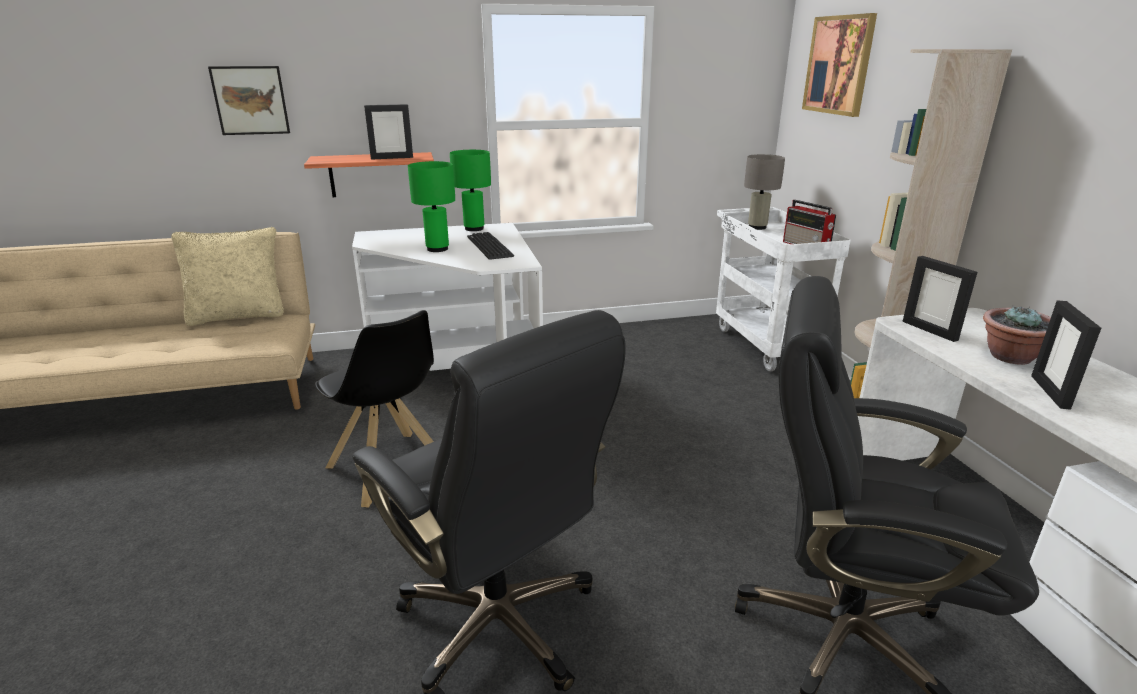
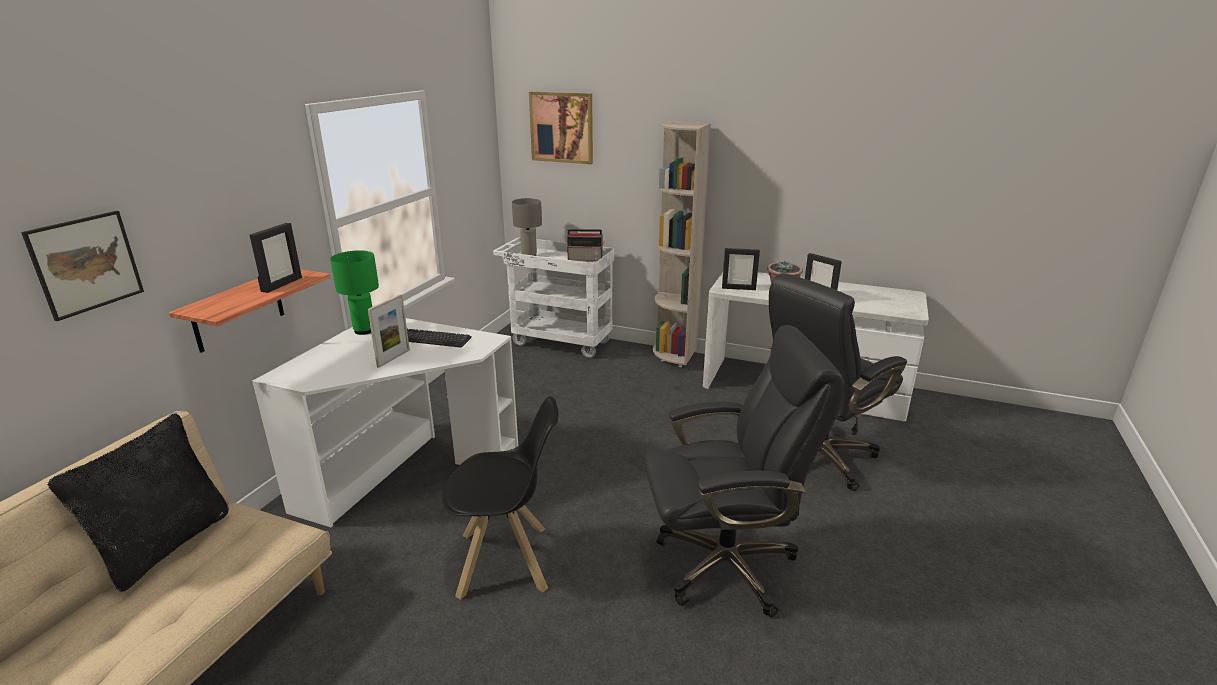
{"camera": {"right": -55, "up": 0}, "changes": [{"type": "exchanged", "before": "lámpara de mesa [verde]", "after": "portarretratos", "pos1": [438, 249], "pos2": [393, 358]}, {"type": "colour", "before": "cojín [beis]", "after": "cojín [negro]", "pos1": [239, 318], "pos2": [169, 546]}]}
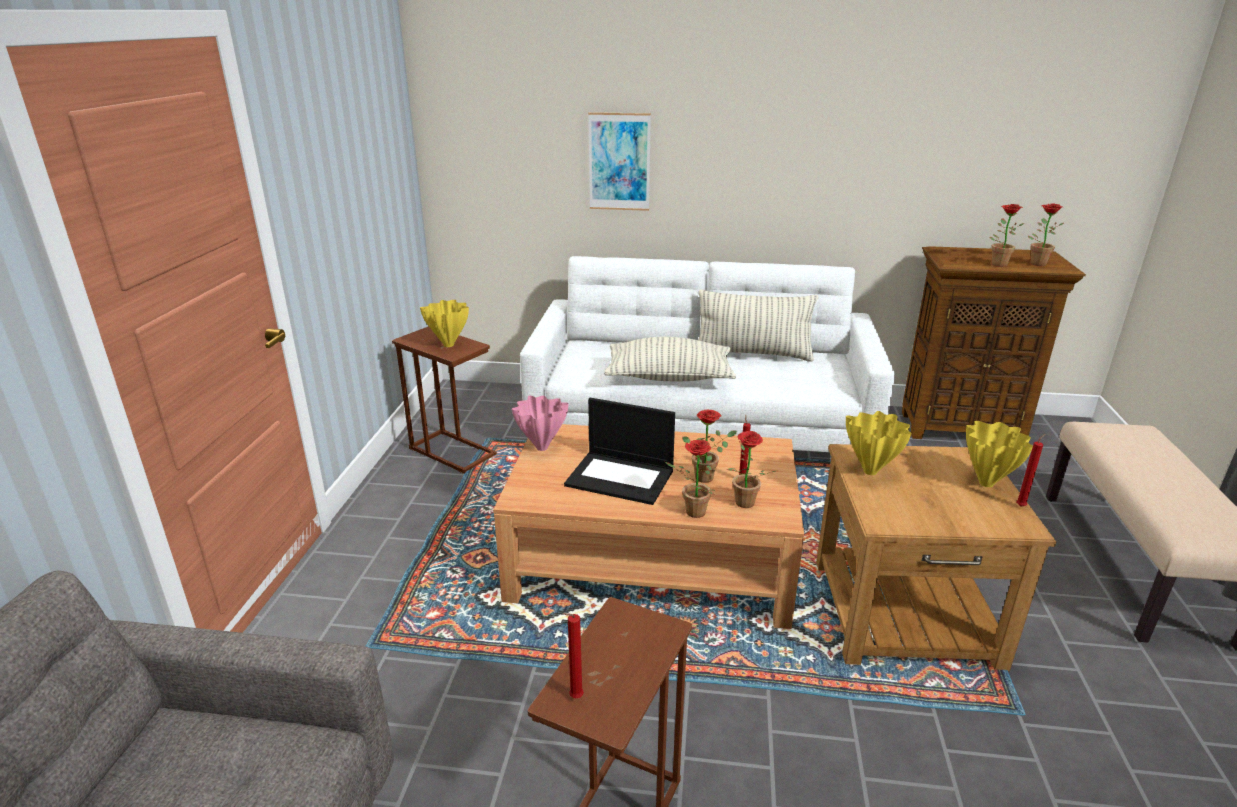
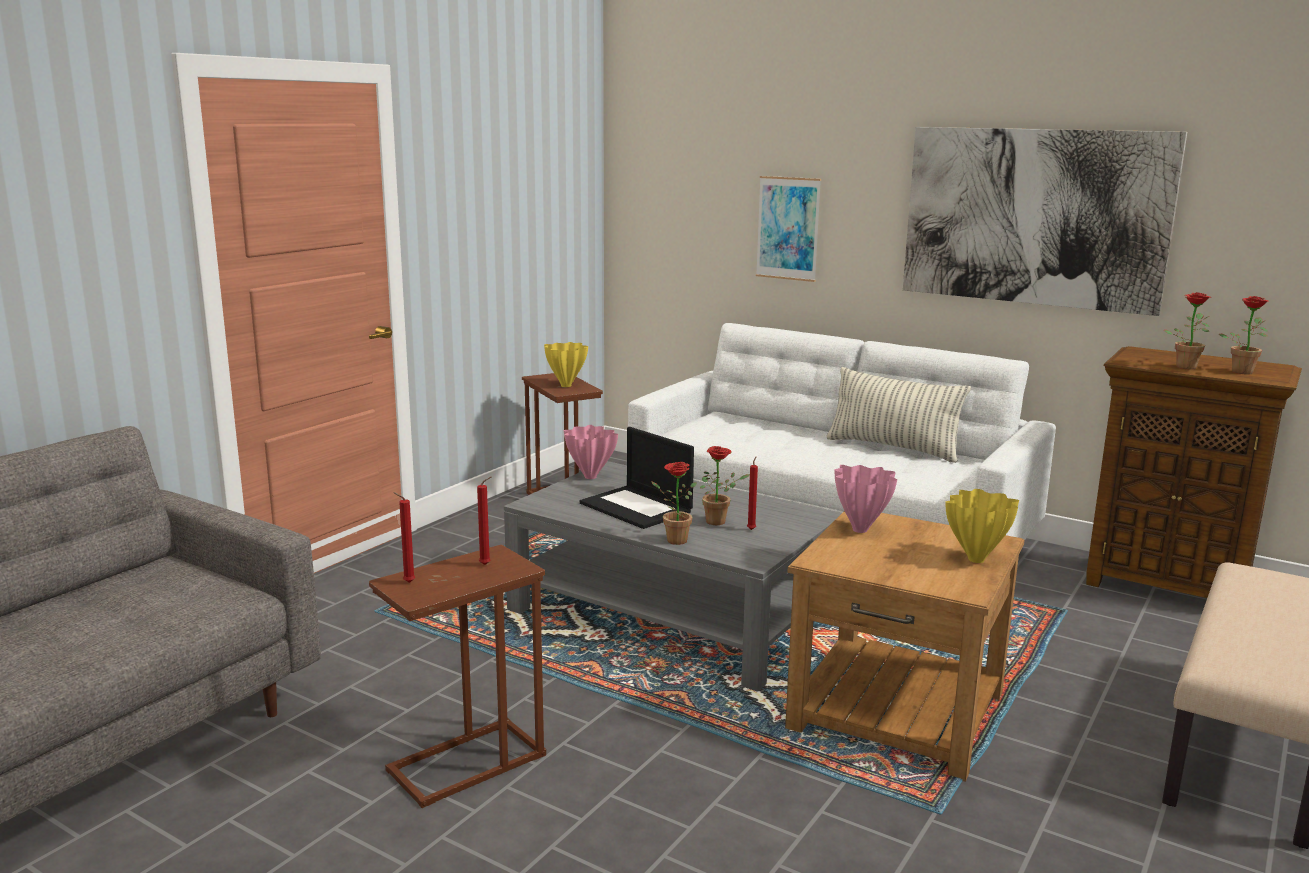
{"camera": {"right": 25, "up": -10}, "changes": [{"type": "missing", "before": "cojín", "pos1": [669, 377]}, {"type": "missing", "before": "planta en maceta", "pos1": [743, 505]}, {"type": "appeared", "after": "cuadro", "pos2": [1034, 217]}, {"type": "relocated", "before": "vela [rojo]", "pos1": [1021, 506], "pos2": [487, 565]}, {"type": "colour", "before": "mesa de centro [marrón]", "after": "mesa de centro [gris]", "pos1": [653, 561], "pos2": [673, 615]}, {"type": "colour", "before": "florero [amarillo]", "after": "florero [rosa]", "pos1": [871, 472], "pos2": [861, 530]}]}
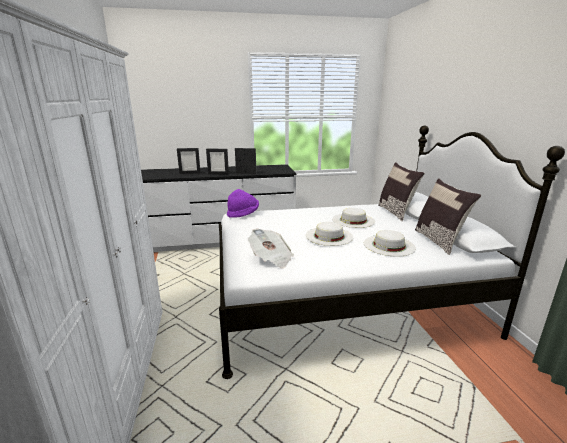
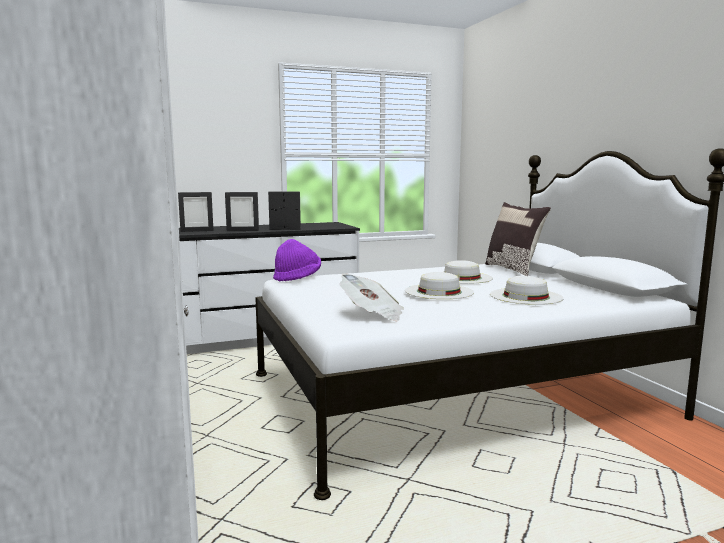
{"camera": {"right": -10, "up": -10}, "changes": [{"type": "missing", "before": "cojín", "pos1": [438, 241]}]}
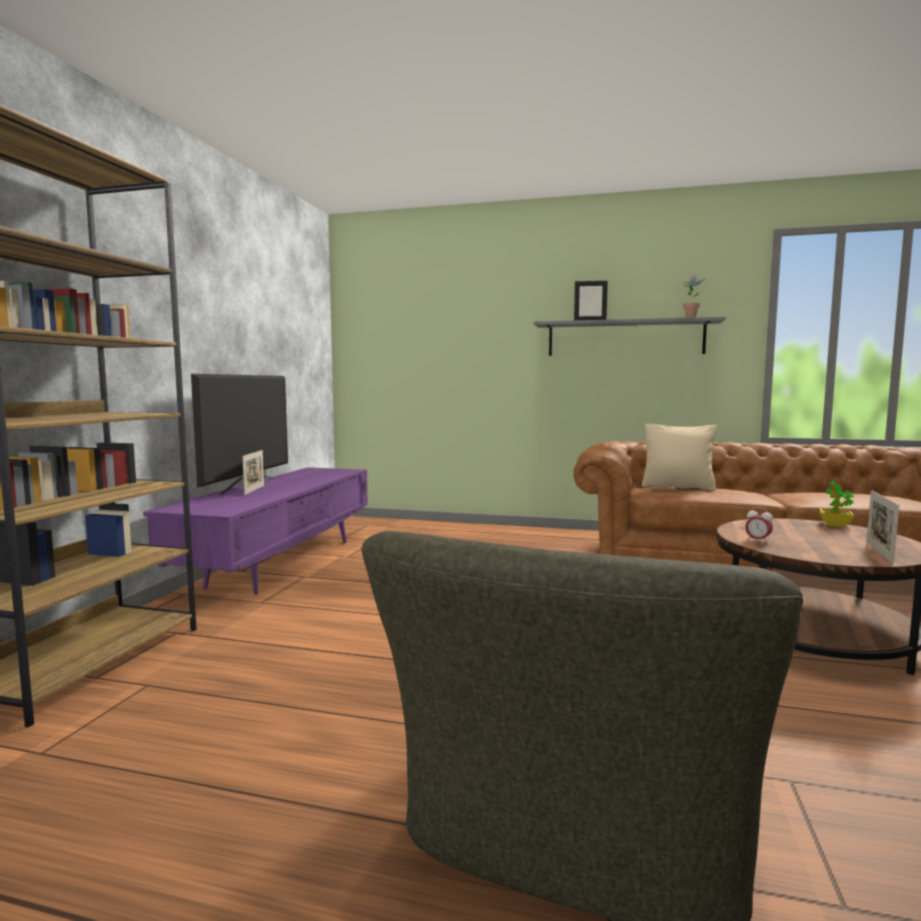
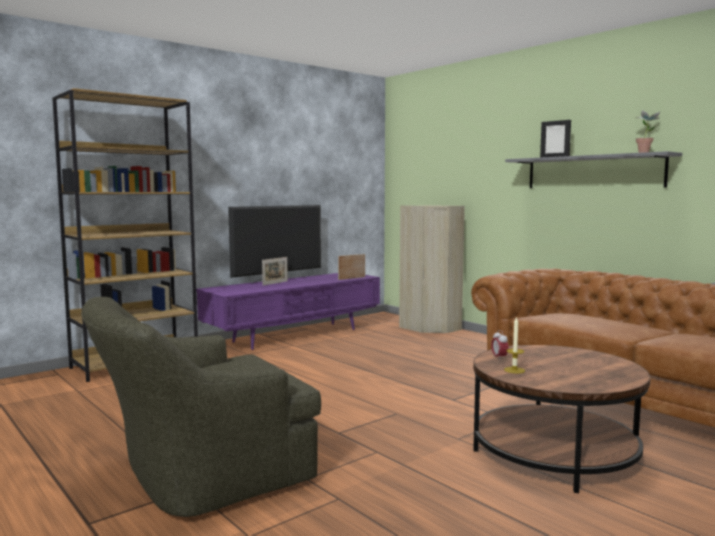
{"camera": {"right": 35, "up": 0}, "changes": [{"type": "missing", "before": "cojín [beis]", "pos1": [677, 487]}, {"type": "missing", "before": "planta en maceta", "pos1": [835, 525]}, {"type": "appeared", "after": "armario [beis]", "pos2": [430, 328]}, {"type": "appeared", "after": "vela", "pos2": [514, 370]}, {"type": "relocated", "before": "portarretratos", "pos1": [879, 552], "pos2": [351, 278]}]}
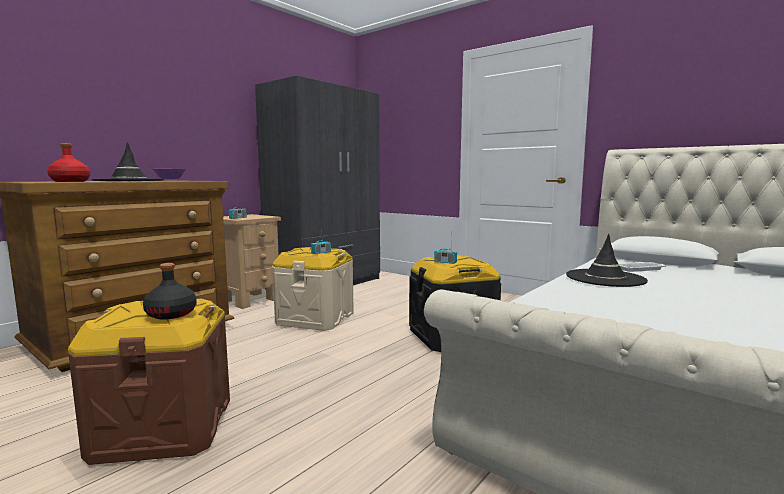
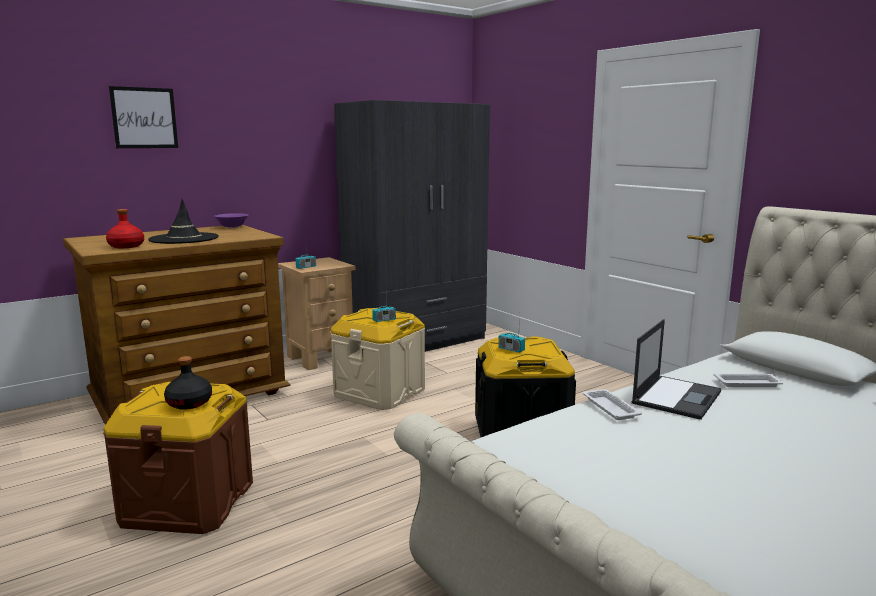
{"camera": {"right": 15, "up": 5}, "changes": [{"type": "appeared", "after": "cuadro", "pos2": [144, 118]}, {"type": "appeared", "after": "bandeja [blanco]", "pos2": [609, 407]}, {"type": "exchanged", "before": "sombrero [negro]", "after": "portátil", "pos1": [605, 278], "pos2": [676, 397]}]}
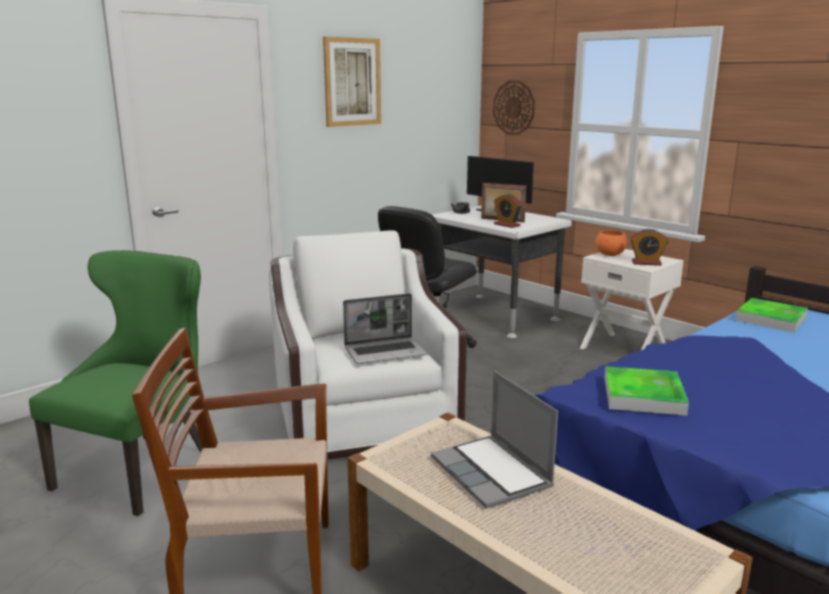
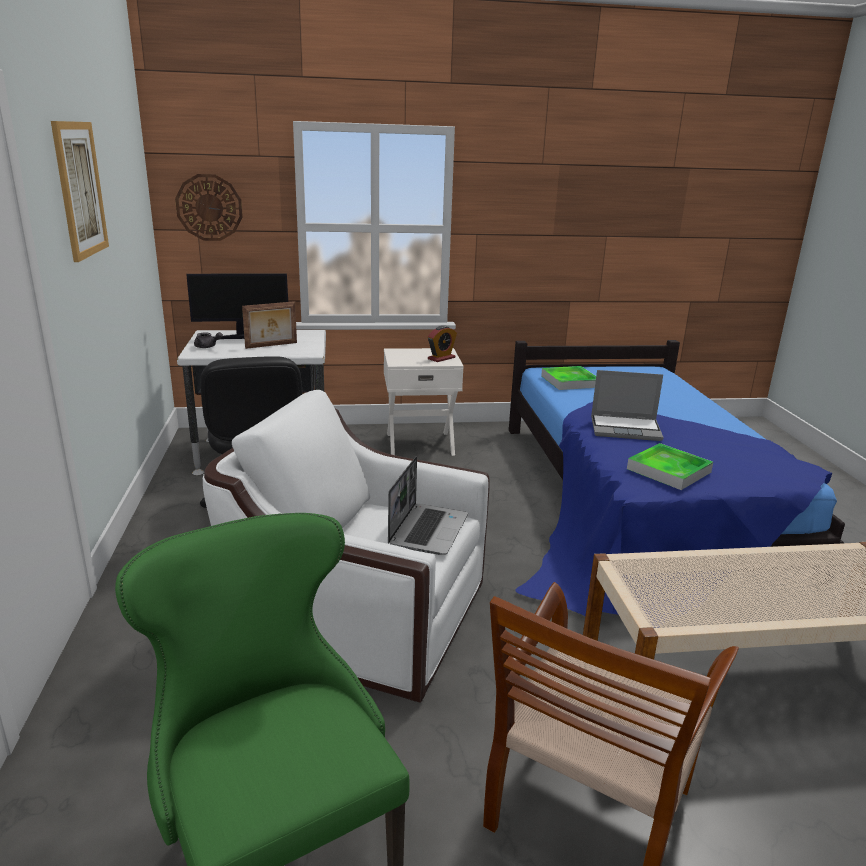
{"camera": {"right": -55, "up": 5}, "changes": [{"type": "missing", "before": "despertador", "pos1": [507, 225]}, {"type": "missing", "before": "cuenco [naranja]", "pos1": [610, 255]}, {"type": "relocated", "before": "portátil", "pos1": [493, 473], "pos2": [626, 429]}]}
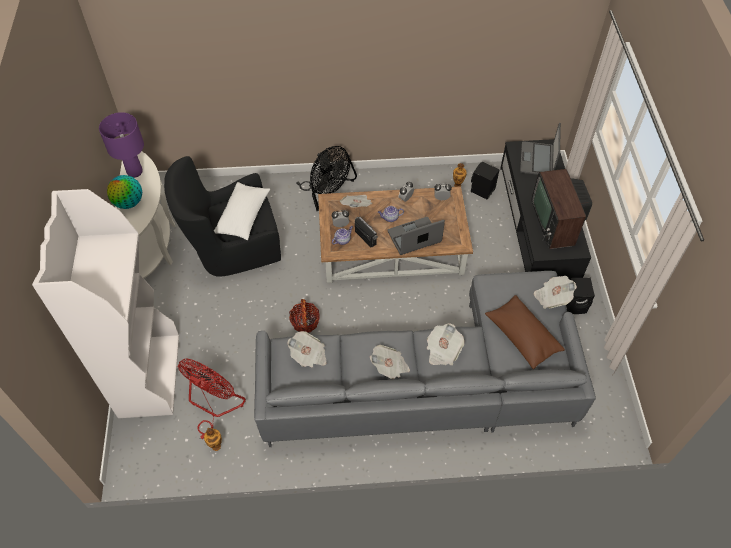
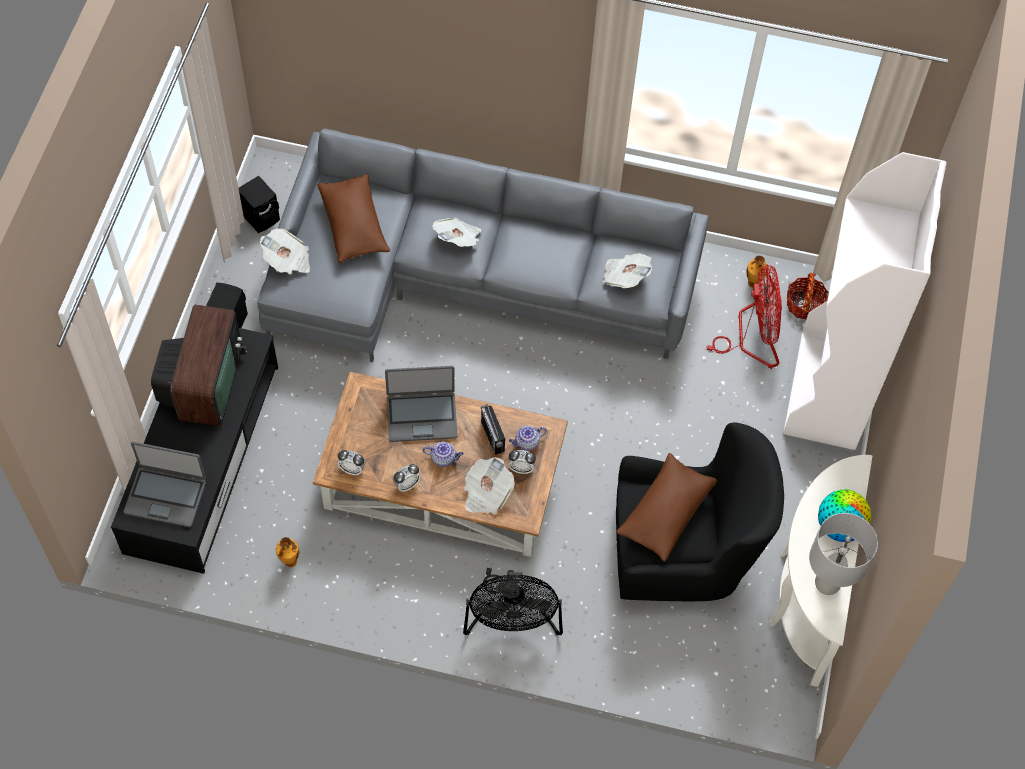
{"camera": {"right": -165, "up": 5}, "changes": [{"type": "missing", "before": "periódico", "pos1": [390, 367]}, {"type": "relocated", "before": "cesta", "pos1": [305, 322], "pos2": [804, 304]}, {"type": "relocated", "before": "altavoz [negro]", "pos1": [482, 190], "pos2": [262, 217]}, {"type": "colour", "before": "lámpara de mesa [morado]", "after": "lámpara de mesa [gris]", "pos1": [134, 172], "pos2": [827, 583]}, {"type": "colour", "before": "cojín [blanco]", "after": "cojín [marrón]", "pos1": [243, 217], "pos2": [665, 513]}, {"type": "spun", "before": "ventilador [rojo]", "pos1": [210, 403], "pos2": [752, 334], "turn": -135}, {"type": "spun", "before": "ventilador [negro]", "pos1": [326, 191], "pos2": [509, 616], "turn": -150}, {"type": "spun", "before": "portátil", "pos1": [537, 159], "pos2": [166, 496], "turn": 75}]}
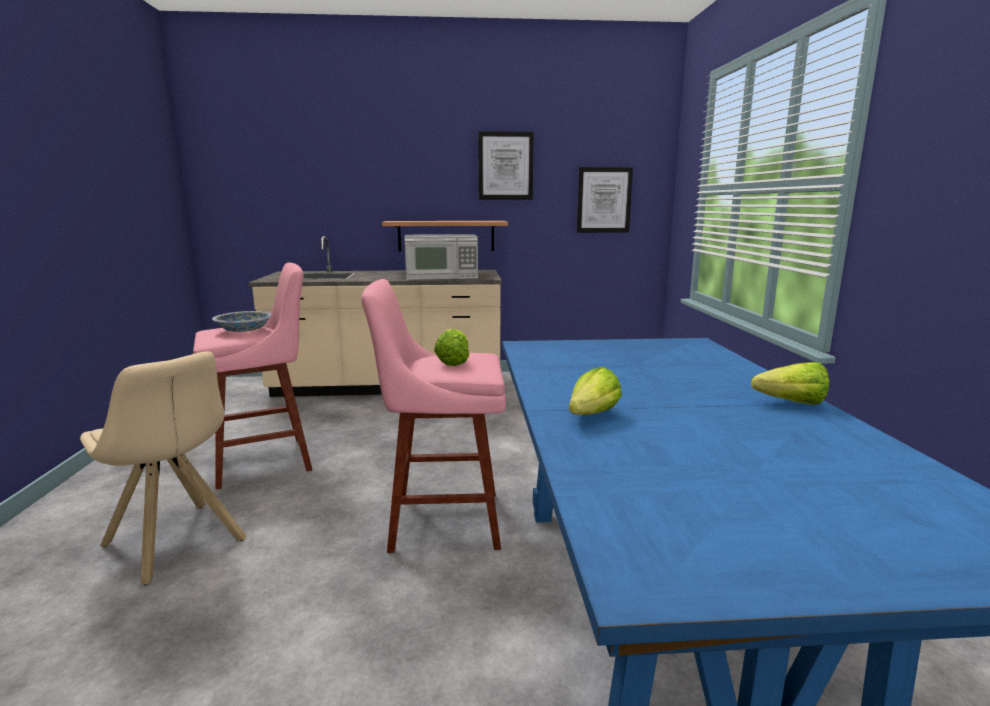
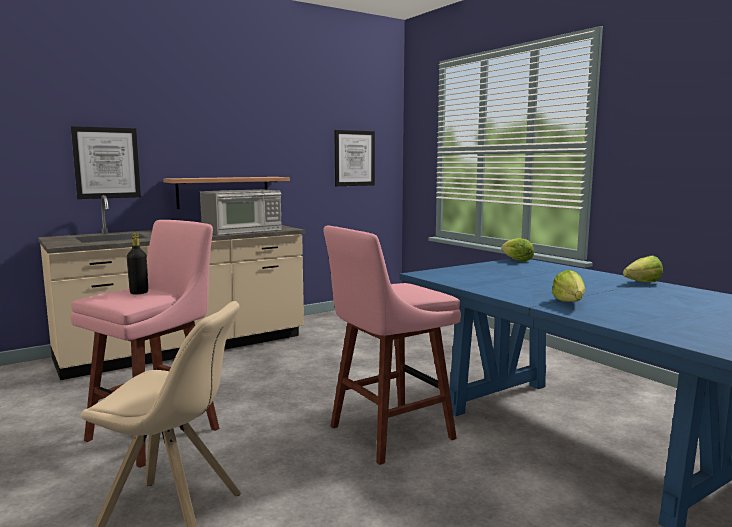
{"camera": {"right": -30, "up": -5}, "changes": [{"type": "relocated", "before": "lechuga", "pos1": [452, 362], "pos2": [517, 260]}, {"type": "relocated", "before": "cuadro", "pos1": [505, 166], "pos2": [106, 163]}, {"type": "exchanged", "before": "cuenco", "after": "botella [negro]", "pos1": [244, 330], "pos2": [139, 293]}]}
